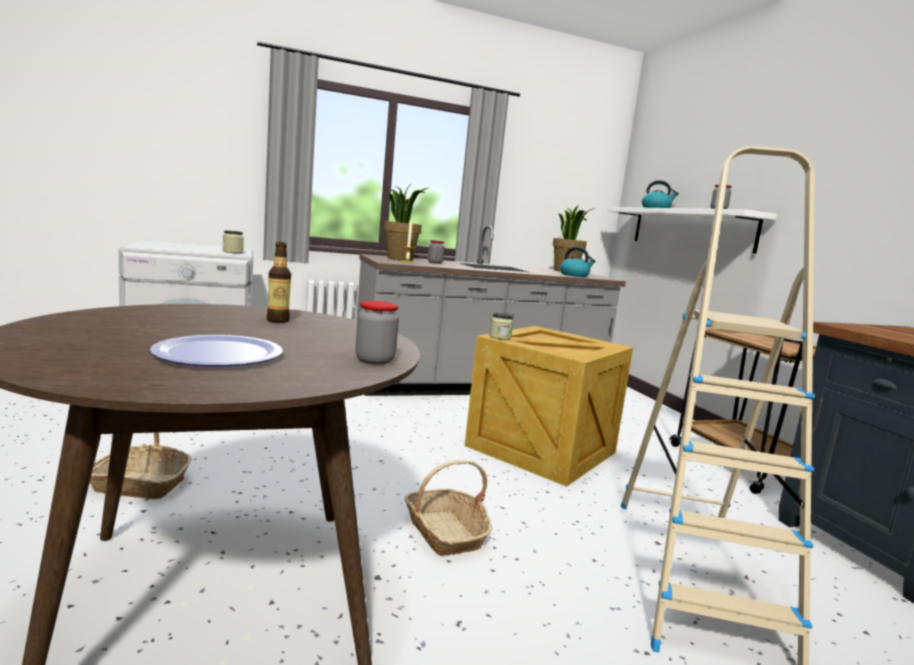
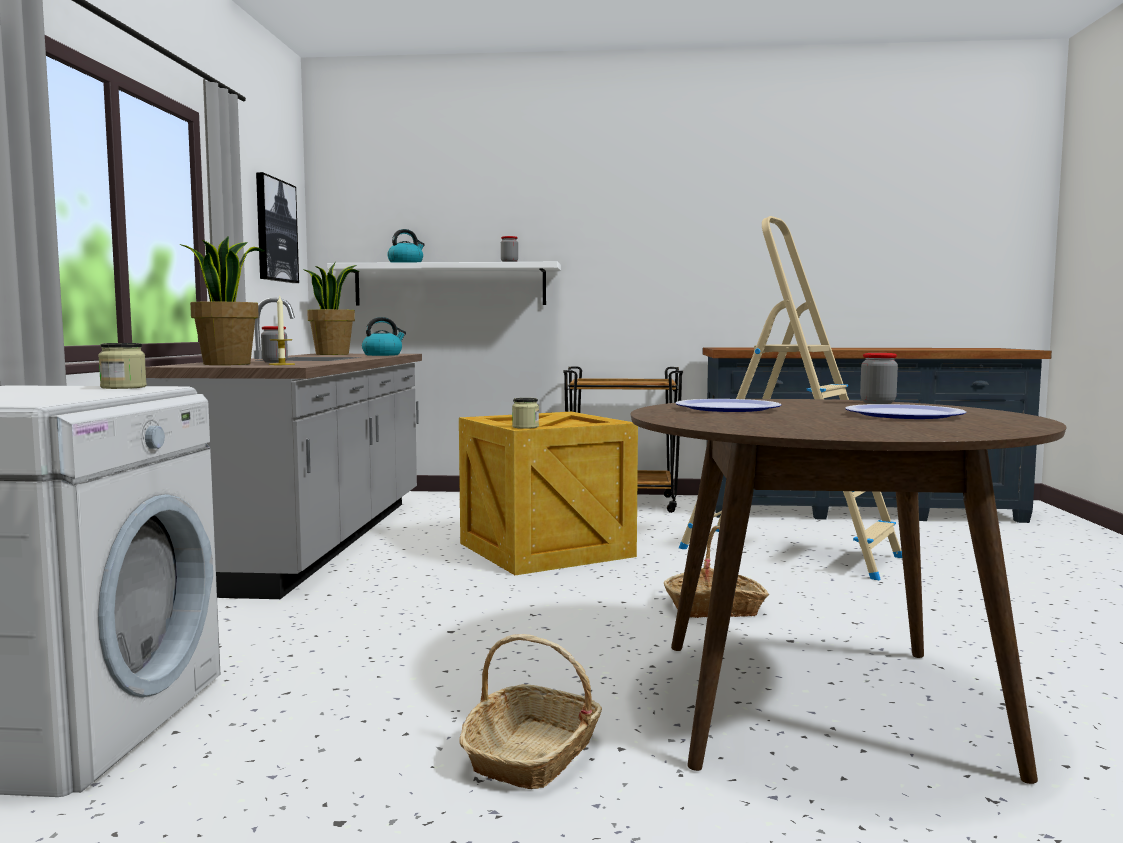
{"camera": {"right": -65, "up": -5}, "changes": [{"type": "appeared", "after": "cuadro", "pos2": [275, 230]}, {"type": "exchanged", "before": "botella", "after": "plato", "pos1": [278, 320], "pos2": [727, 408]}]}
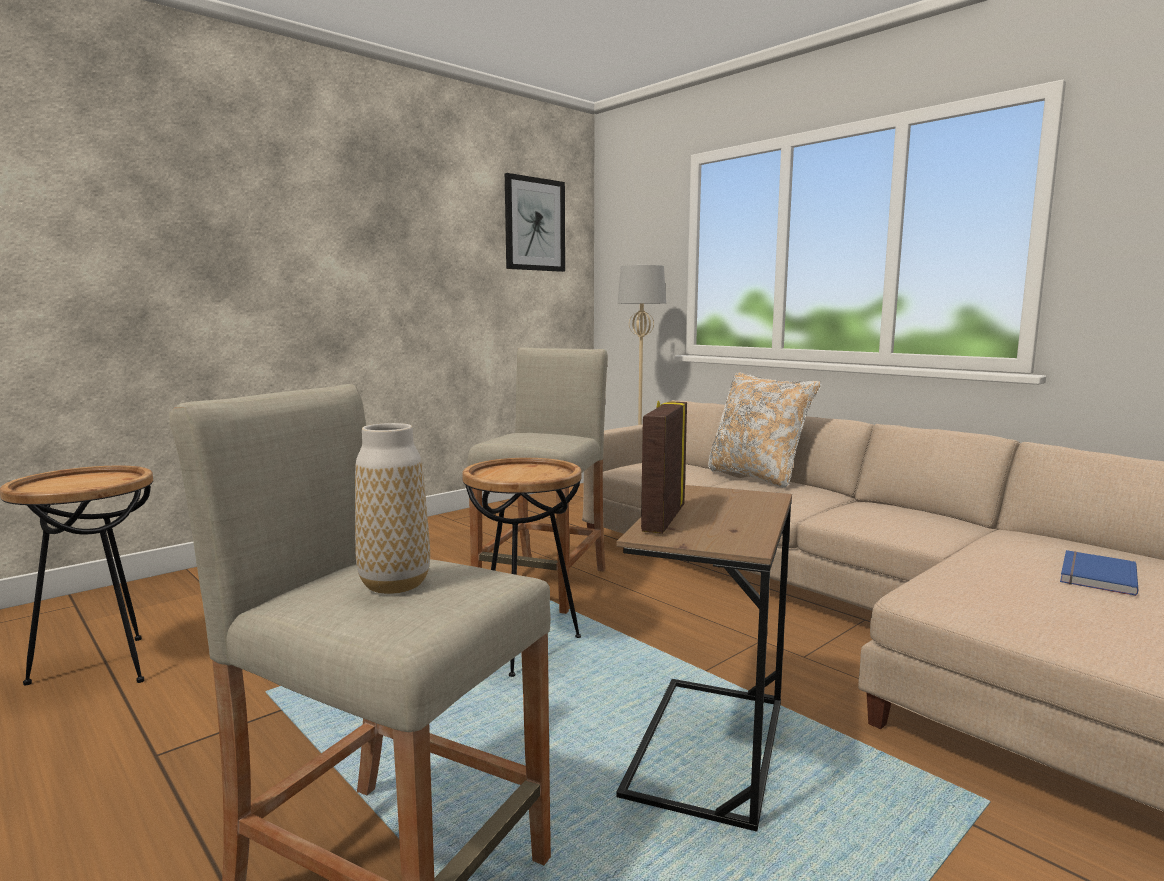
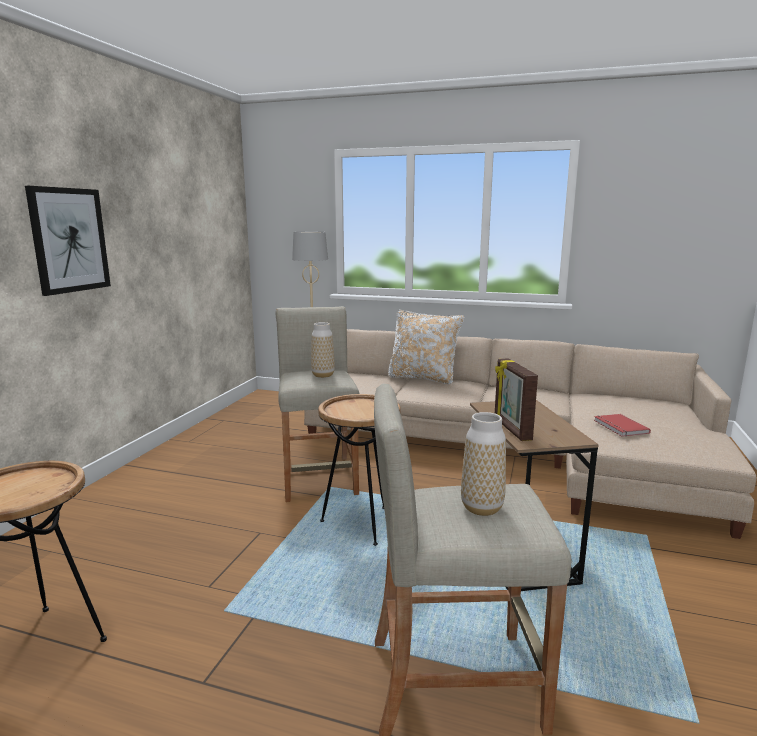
{"camera": {"right": -30, "up": 5}, "changes": [{"type": "missing", "before": "libro [azul]", "pos1": [1094, 575]}, {"type": "appeared", "after": "florero", "pos2": [323, 375]}, {"type": "appeared", "after": "libro [rojo]", "pos2": [619, 427]}, {"type": "relocated", "before": "cuadro", "pos1": [534, 224], "pos2": [69, 240]}]}
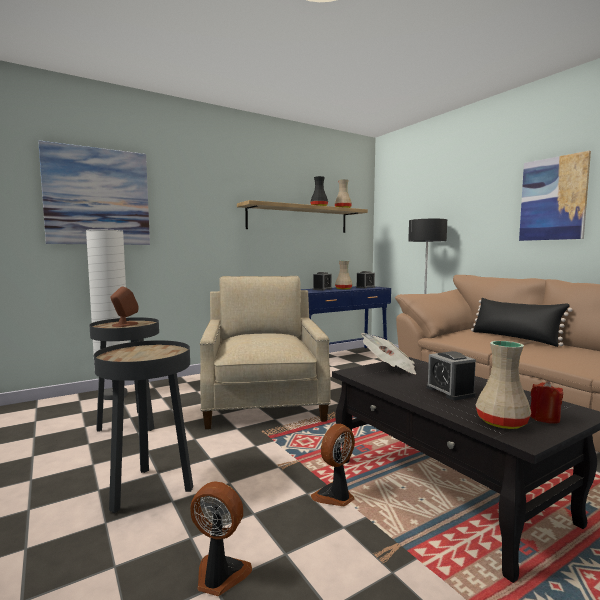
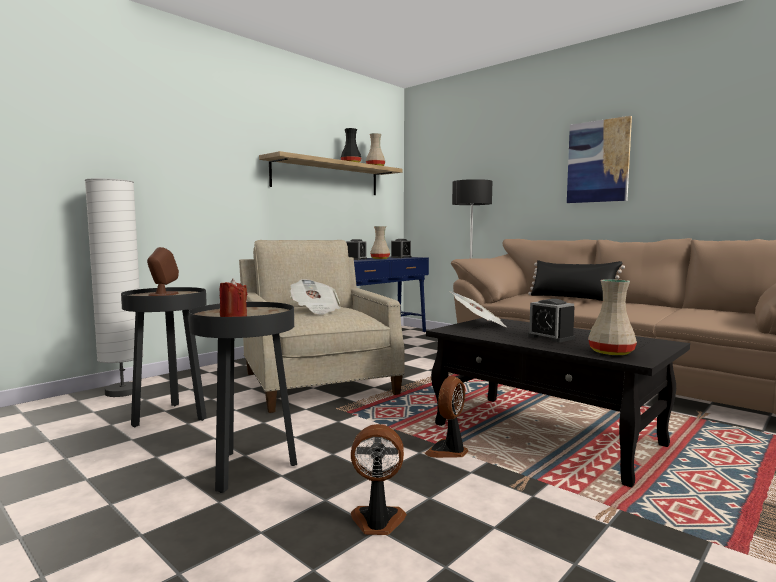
{"camera": {"right": -15, "up": 0}, "changes": [{"type": "missing", "before": "cuadro", "pos1": [97, 197]}, {"type": "appeared", "after": "periódico", "pos2": [315, 310]}, {"type": "relocated", "before": "vela [rojo]", "pos1": [544, 418], "pos2": [233, 316]}]}
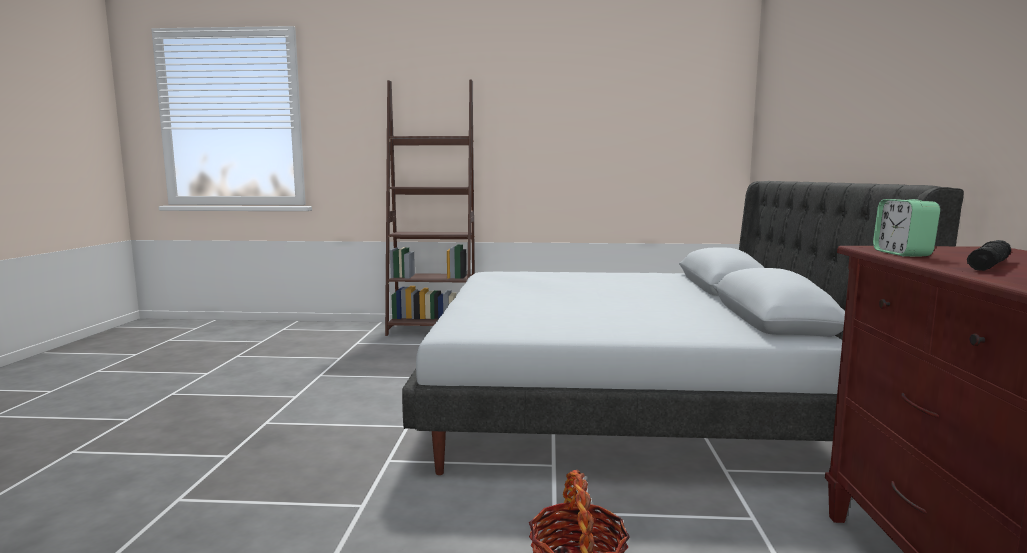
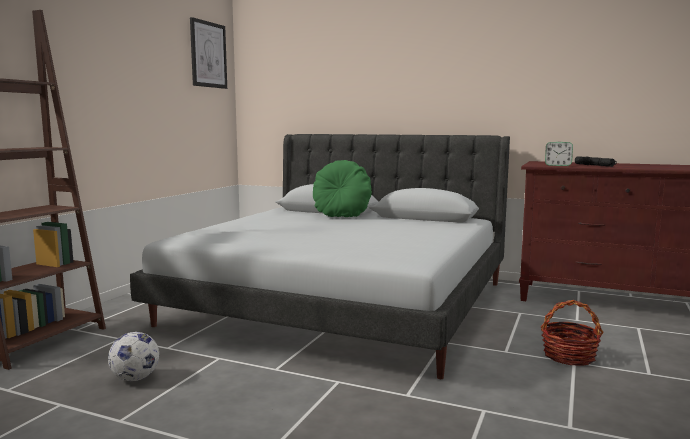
{"camera": {"right": -70, "up": 0}, "changes": [{"type": "appeared", "after": "balón de fútbol", "pos2": [135, 378]}, {"type": "appeared", "after": "cuadro", "pos2": [208, 54]}, {"type": "appeared", "after": "cojín [verde]", "pos2": [342, 216]}]}
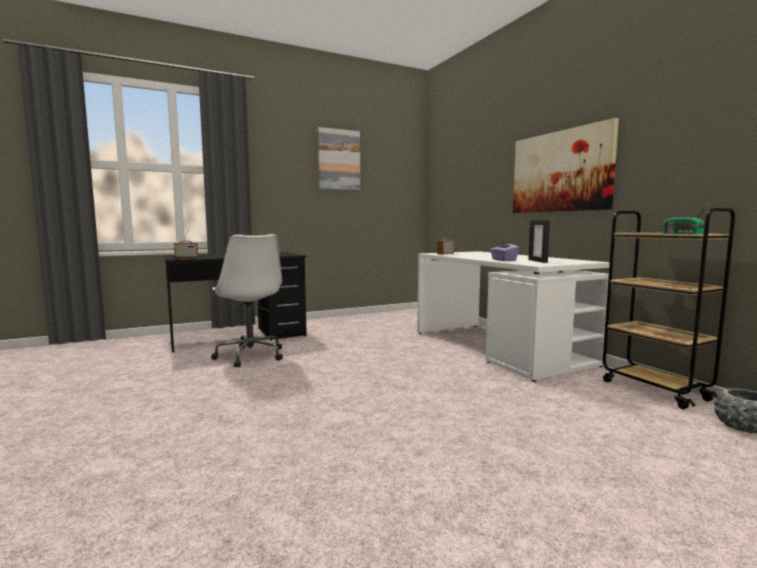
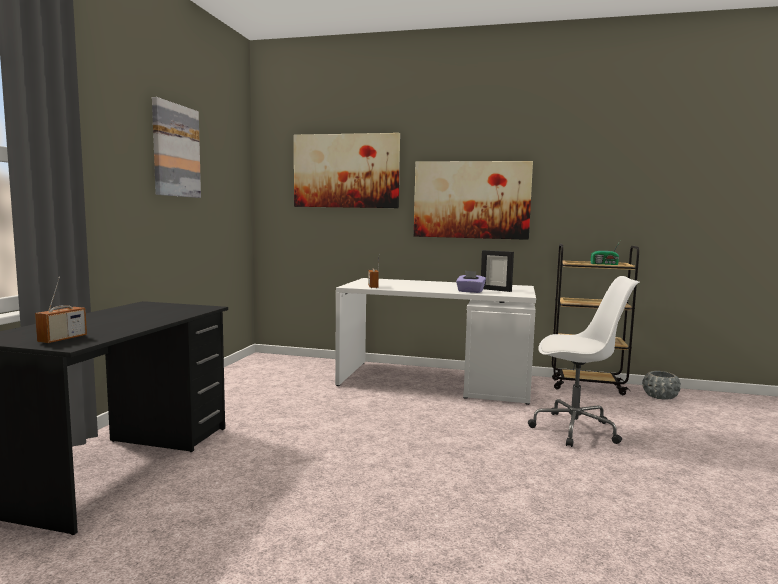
{"camera": {"right": -50, "up": 0}, "changes": [{"type": "appeared", "after": "cuadro", "pos2": [346, 171]}, {"type": "relocated", "before": "silla de oficina [blanco]", "pos1": [251, 356], "pos2": [576, 430]}]}
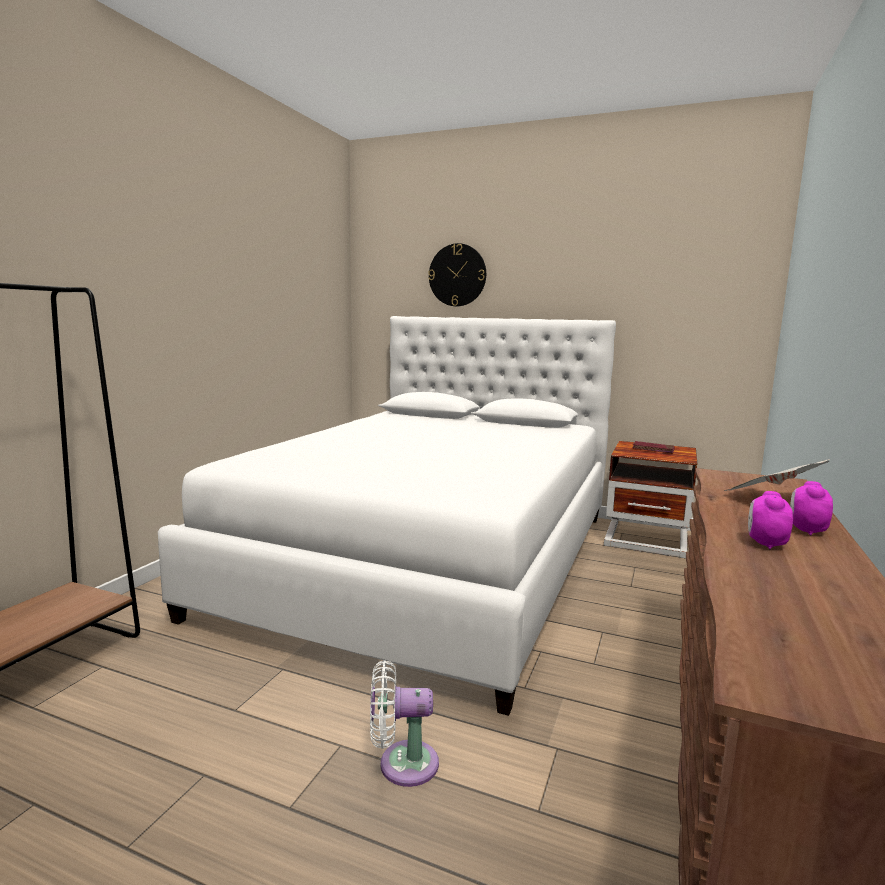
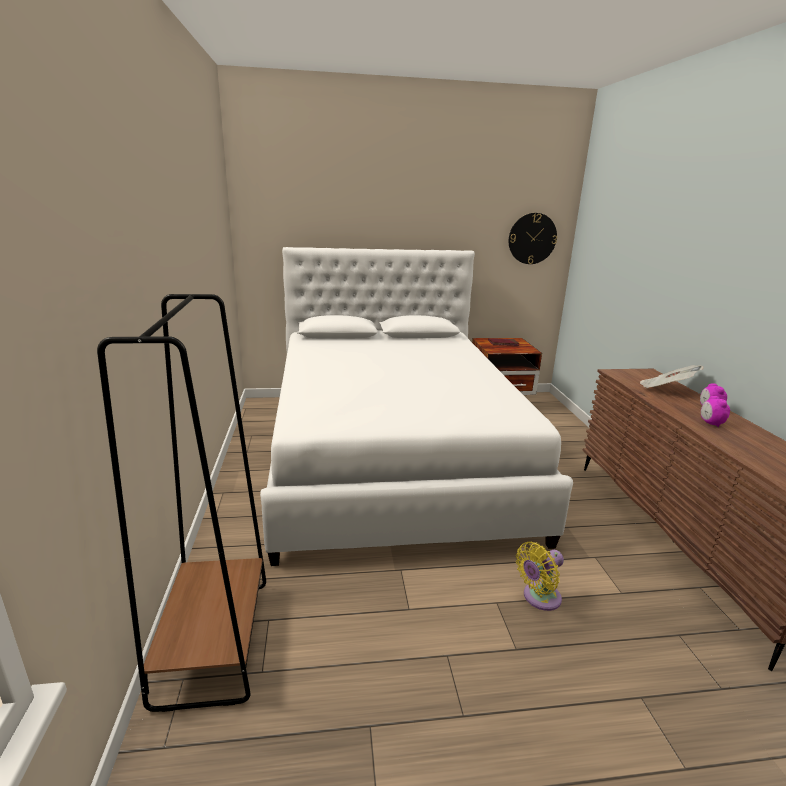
{"camera": {"right": -30, "up": 10}, "changes": [{"type": "relocated", "before": "reloj de pared", "pos1": [457, 275], "pos2": [532, 238]}, {"type": "colour", "before": "ventilador [blanco]", "after": "ventilador [amarillo]", "pos1": [402, 763], "pos2": [539, 598]}]}
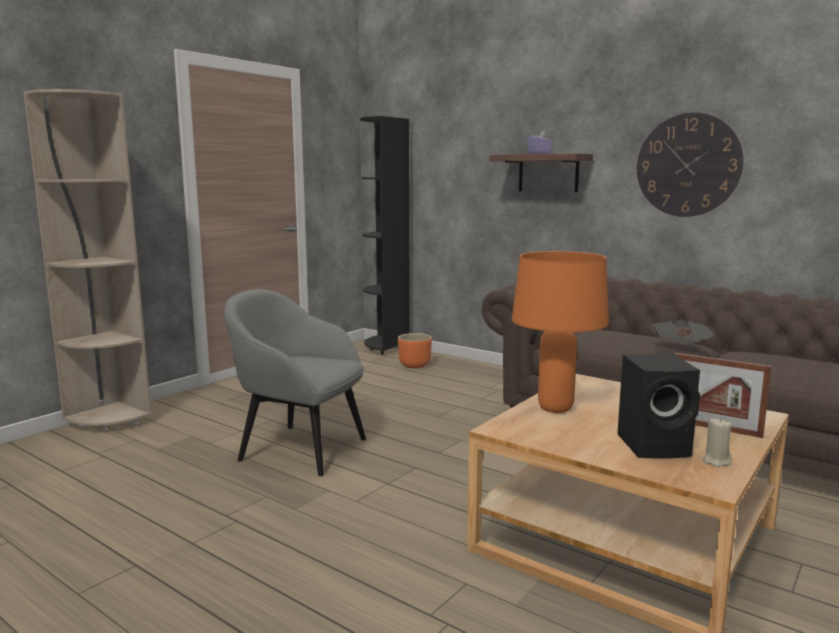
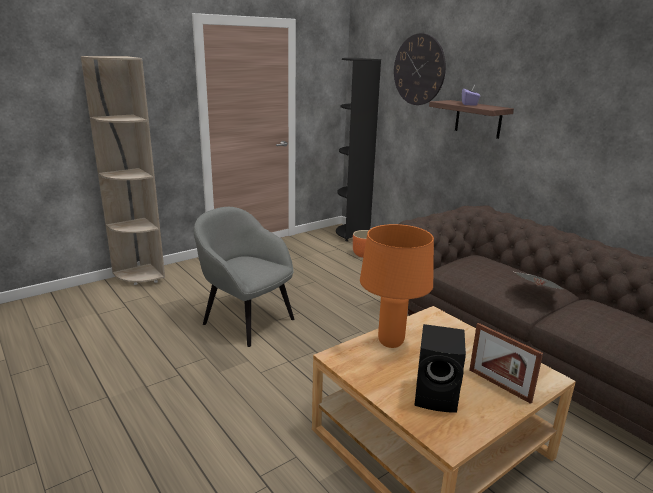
{"camera": {"right": 15, "up": 10}, "changes": [{"type": "missing", "before": "vela [beis]", "pos1": [716, 461]}, {"type": "relocated", "before": "reloj de pared", "pos1": [688, 165], "pos2": [419, 70]}]}
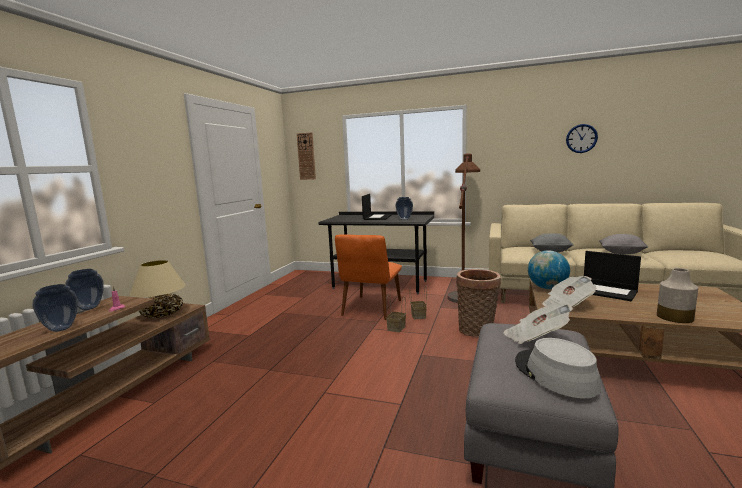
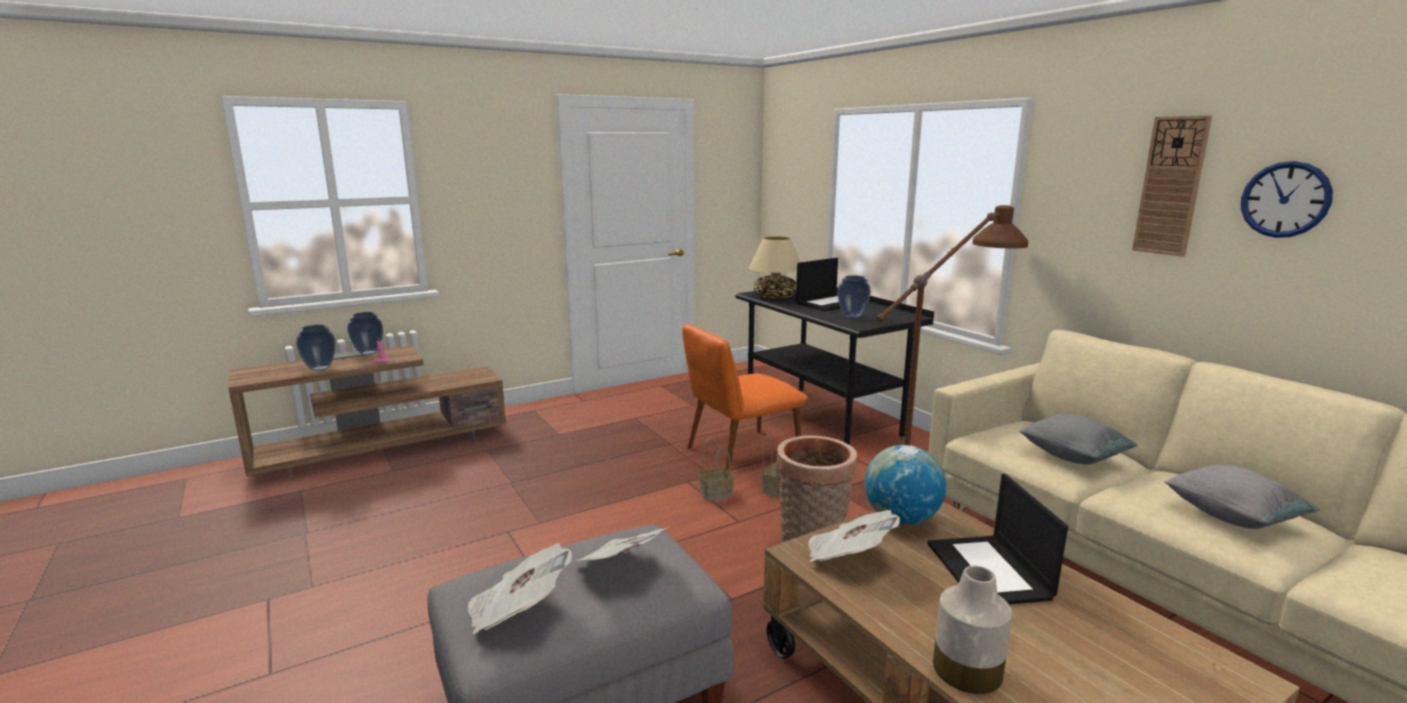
{"camera": {"right": 40, "up": 5}, "changes": [{"type": "relocated", "before": "lámpara de mesa [beis]", "pos1": [162, 314], "pos2": [774, 297]}, {"type": "relocated", "before": "reloj de pared", "pos1": [306, 156], "pos2": [1171, 186]}, {"type": "exchanged", "before": "sombrero [gris]", "after": "periódico", "pos1": [554, 374], "pos2": [518, 611]}]}
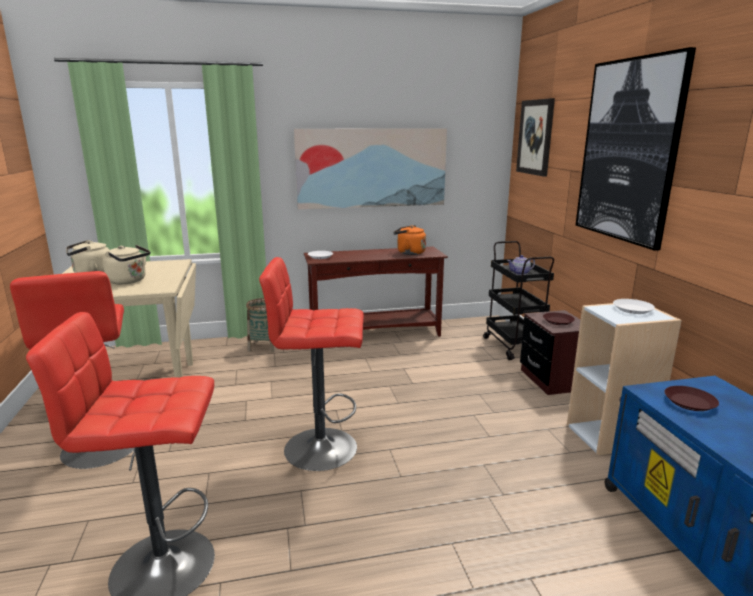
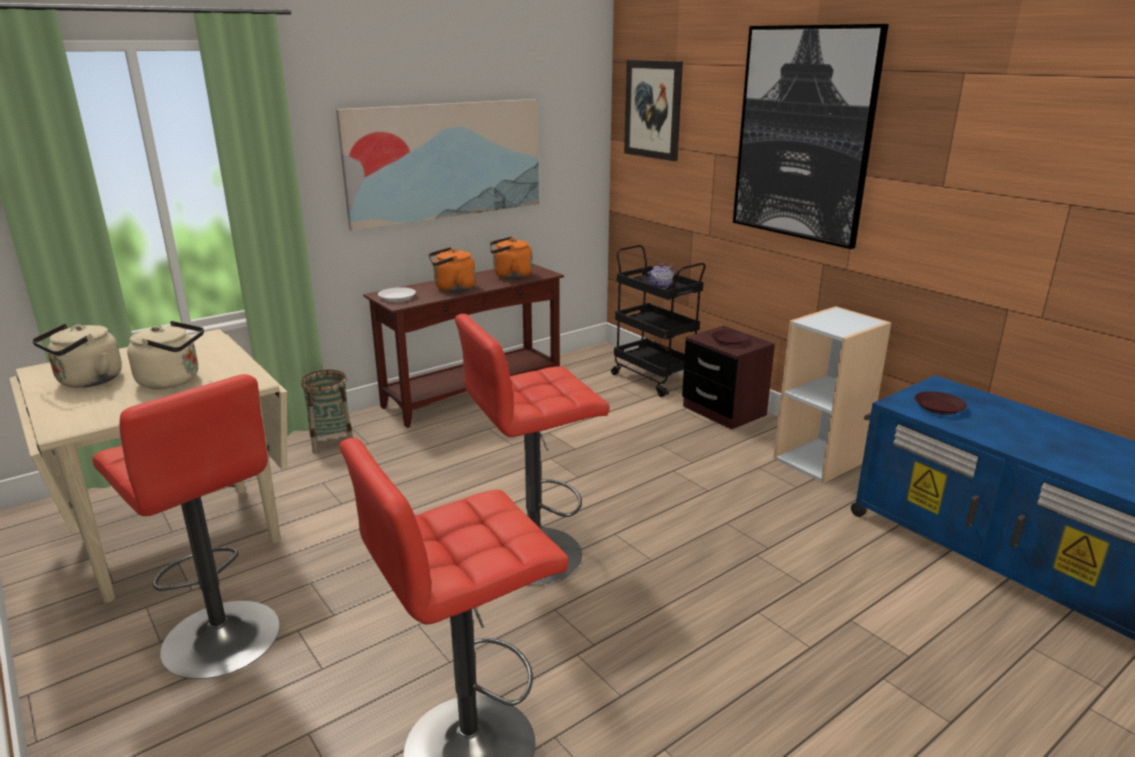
{"camera": {"right": -25, "up": 5}, "changes": [{"type": "missing", "before": "plato [blanco]", "pos1": [633, 309]}, {"type": "appeared", "after": "hervidor [naranja]", "pos2": [452, 288]}]}
